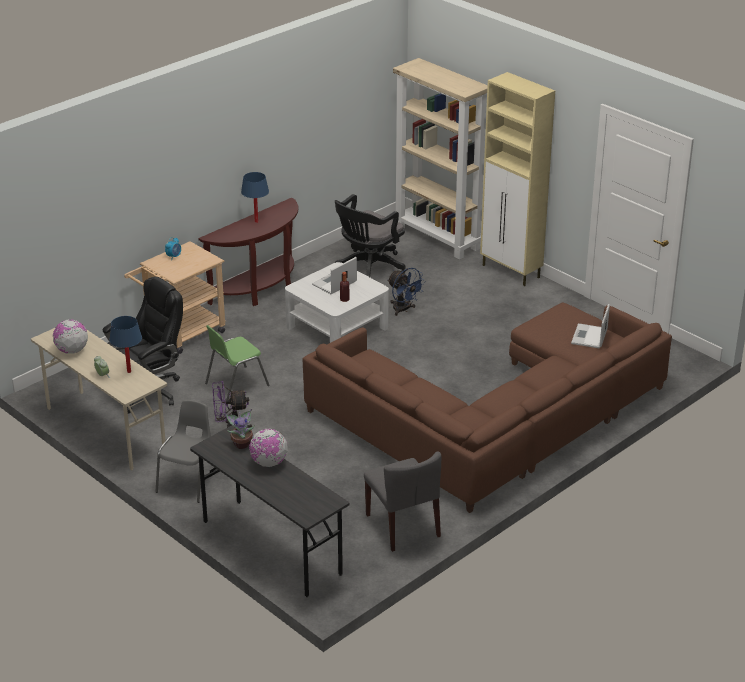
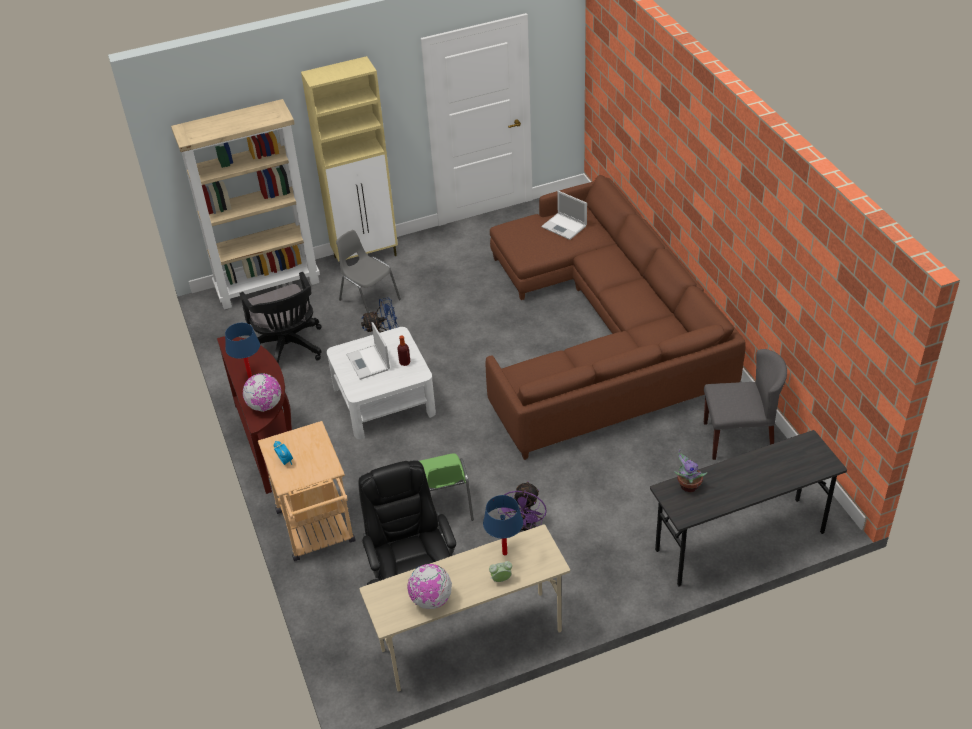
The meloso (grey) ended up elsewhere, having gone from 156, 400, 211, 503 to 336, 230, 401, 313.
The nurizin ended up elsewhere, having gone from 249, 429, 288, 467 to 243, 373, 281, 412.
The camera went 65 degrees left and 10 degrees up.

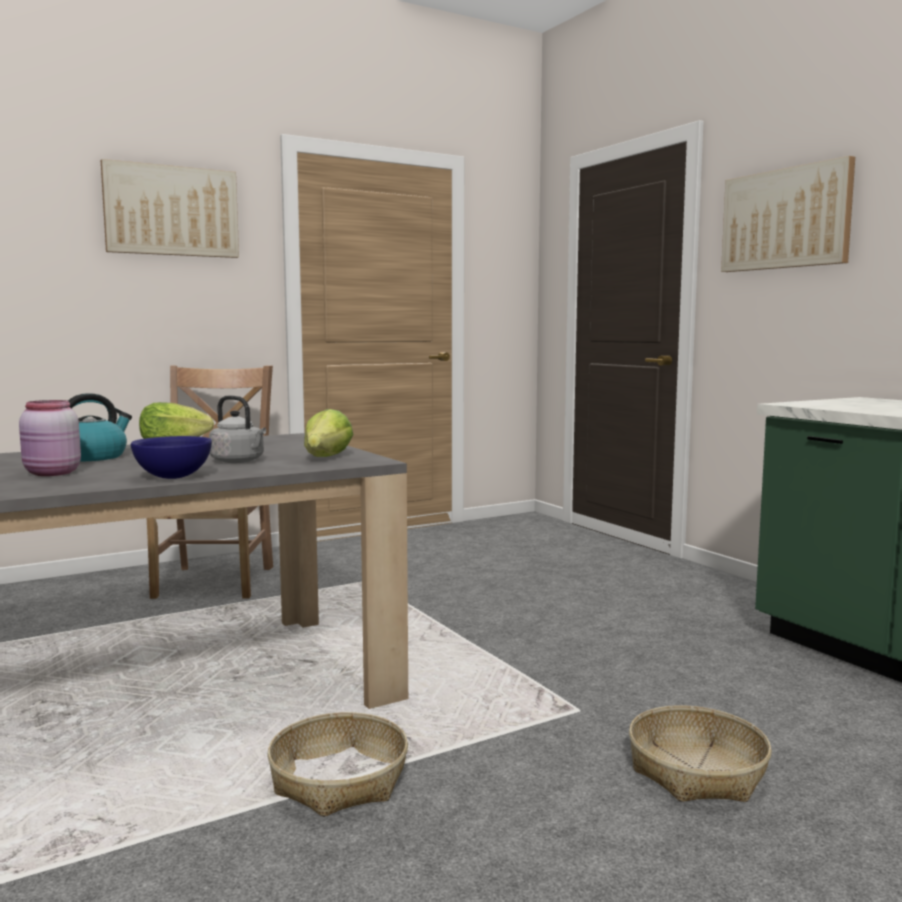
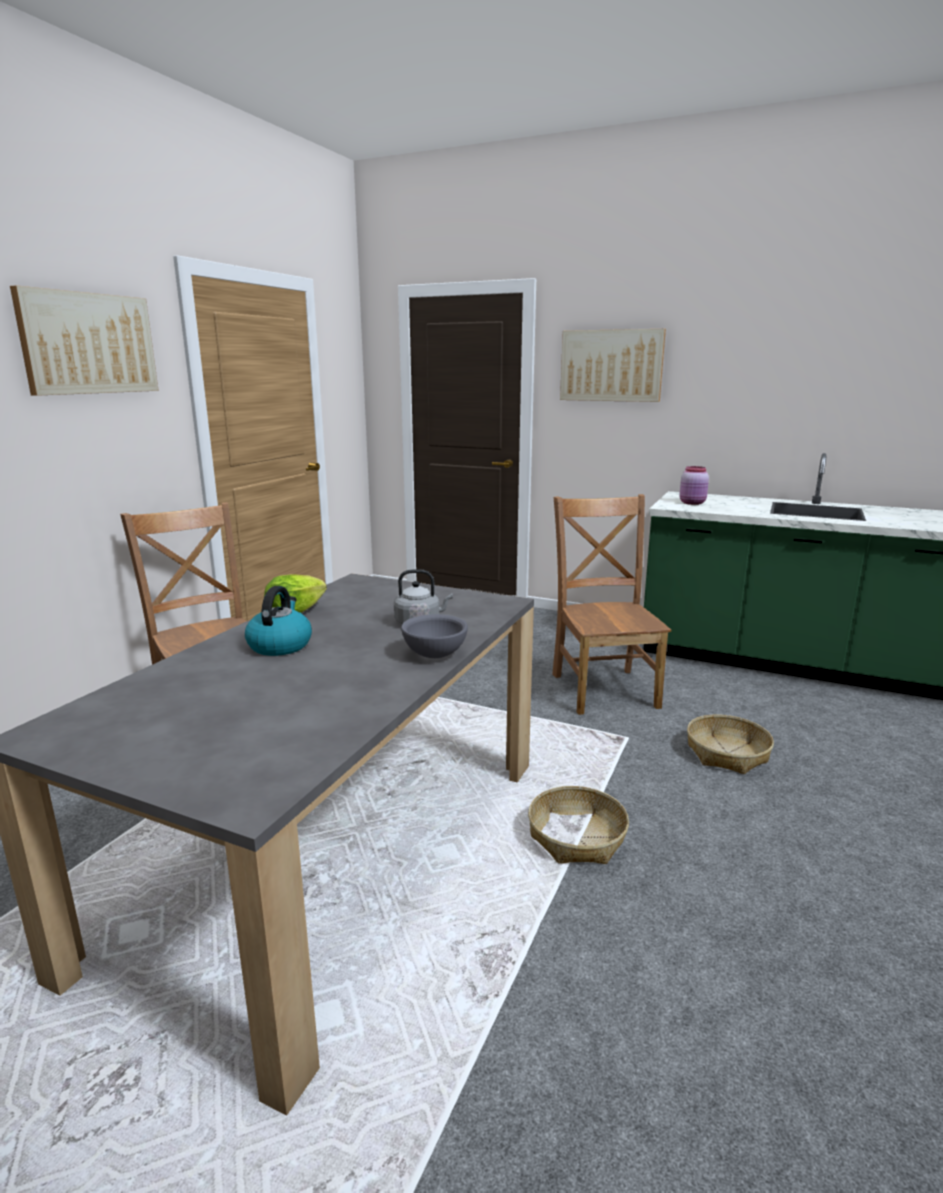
The second view lost the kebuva at 304, 409, 353, 457.
The second view gained the meloso (brown) at 552, 494, 671, 715.
The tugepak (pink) ended up elsewhere, having gone from 19, 400, 81, 476 to 679, 466, 709, 505.
What was the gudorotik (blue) at 131, 436, 212, 479 turned into the gudorotik (grey) at 401, 614, 468, 658.
The camera went 35 degrees left and 10 degrees up.

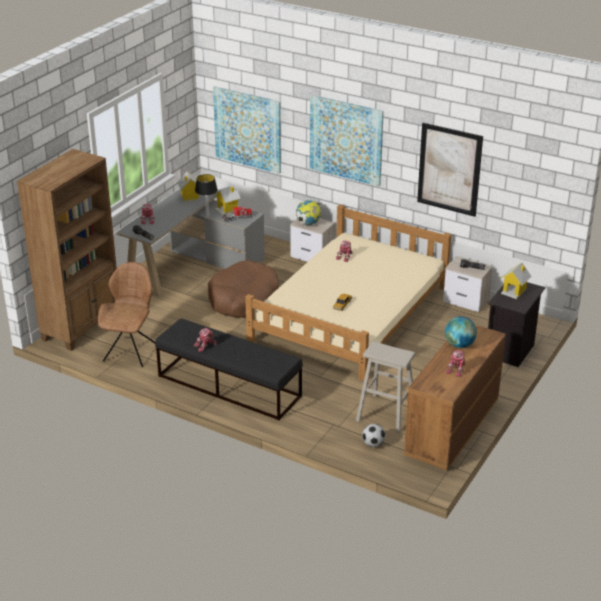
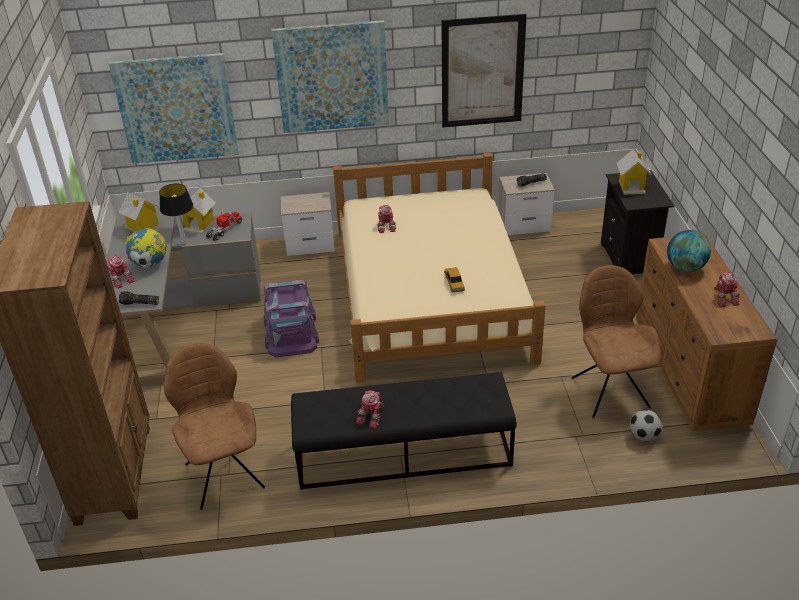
The nurizin ended up elsewhere, having gone from 296, 200, 321, 225 to 125, 228, 167, 268.
Where the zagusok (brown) stood at 208, 260, 279, 318, the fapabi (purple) came to stand at 264, 280, 319, 357.
Where the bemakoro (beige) stood at 356, 342, 415, 433, the meloso (brown) came to stand at 572, 265, 661, 418.
The camera went 35 degrees left and 5 degrees up.

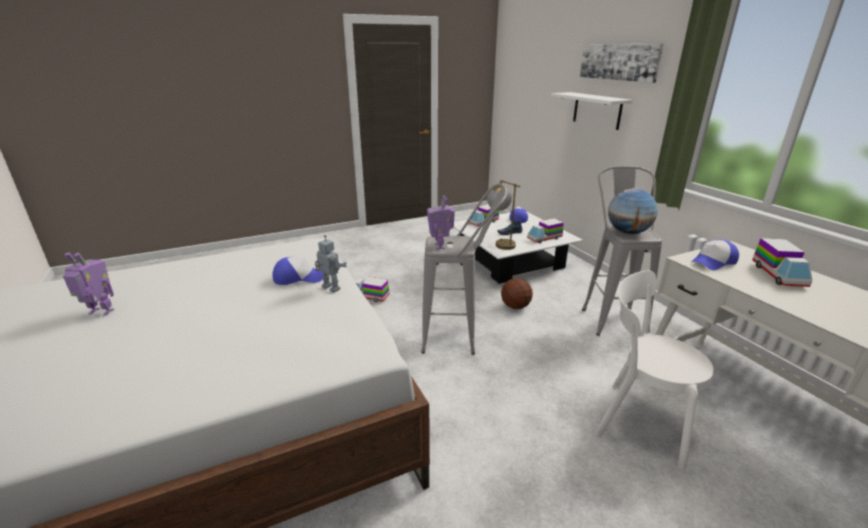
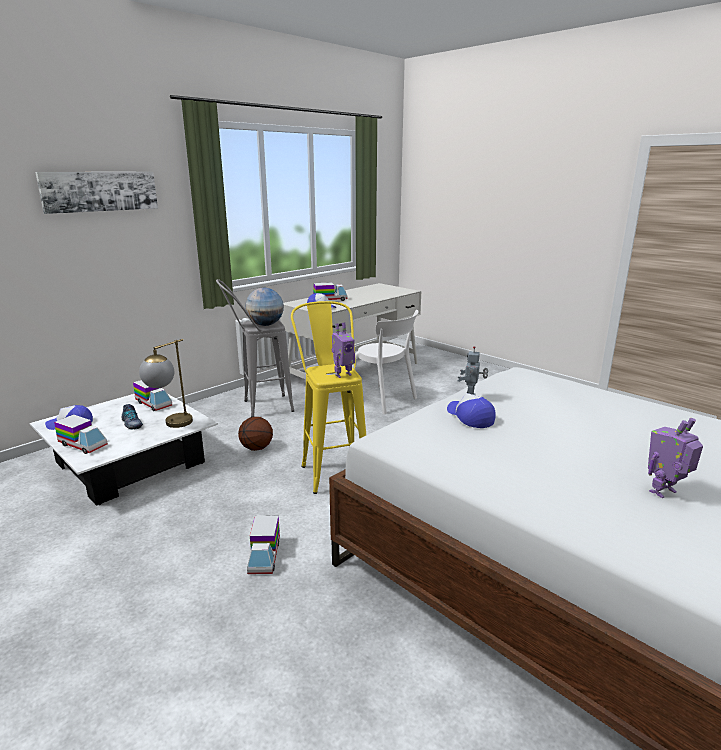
The second view lost the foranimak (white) at 551, 92, 633, 130.
What was the bemakoro (grey) at 421, 183, 507, 355 turned into the bemakoro (yellow) at 291, 301, 366, 494.
The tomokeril at 63, 252, 114, 316 ended up facing another way, 75 degrees clockwise from before.
The meloso (white) at 594, 270, 713, 470 ended up facing another way, 60 degrees counterclockwise from before.
The camera went 110 degrees left and 5 degrees down.

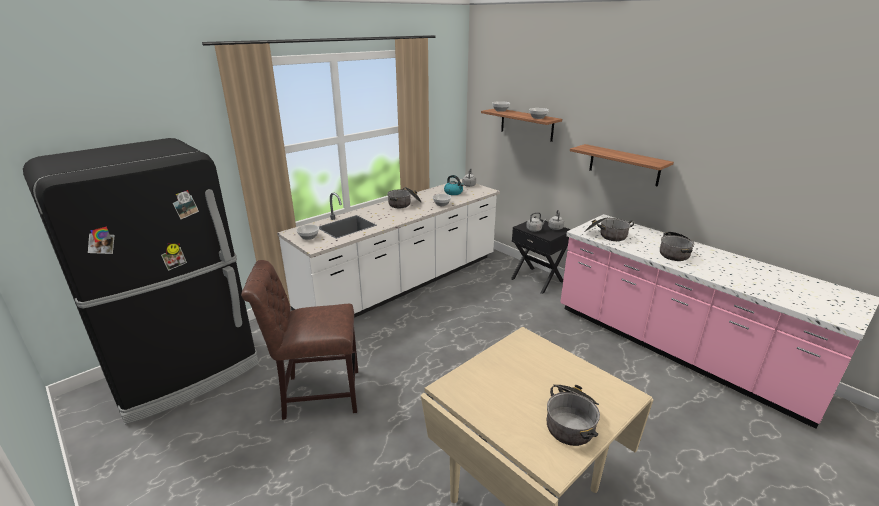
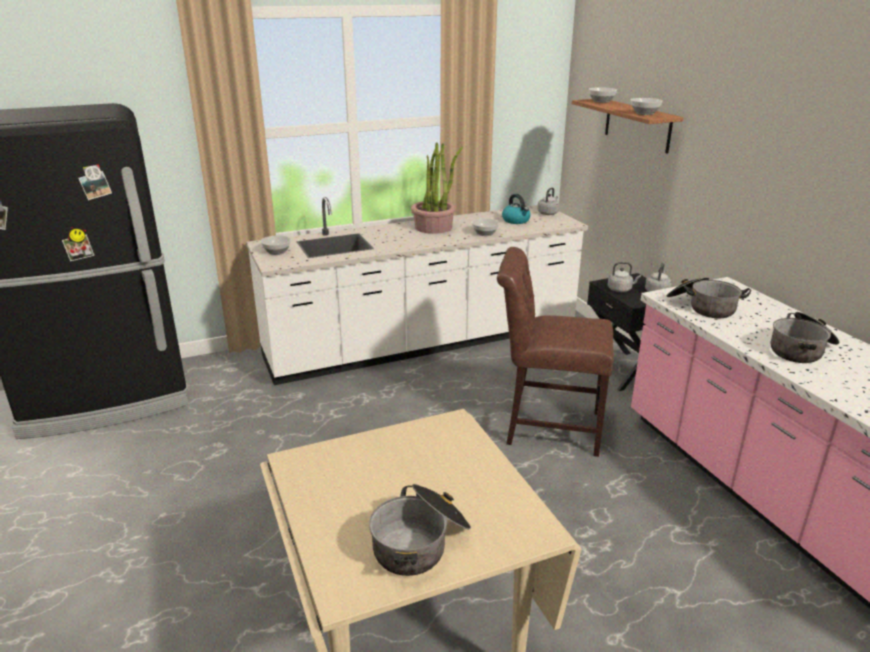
The second view lost the foranimak at 570, 144, 674, 187.
The meloso (brown) ended up elsewhere, having gone from 241, 260, 358, 420 to 497, 247, 614, 457.
Where the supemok stood at 387, 187, 422, 208, the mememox came to stand at 411, 142, 463, 234.
The camera went 20 degrees right and 0 degrees up.

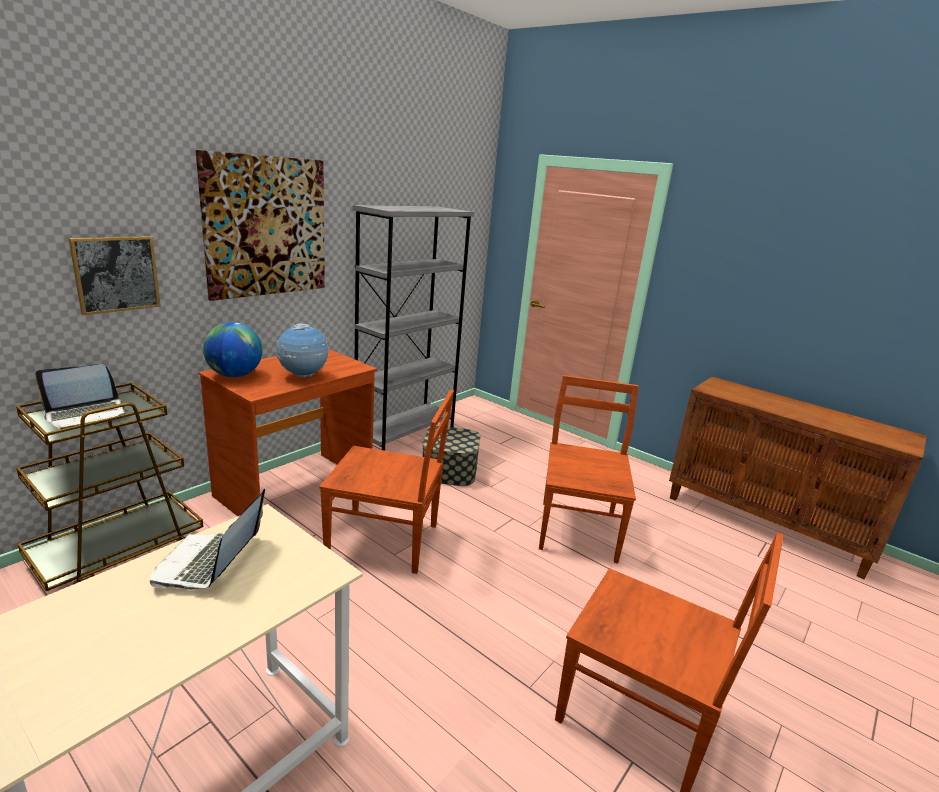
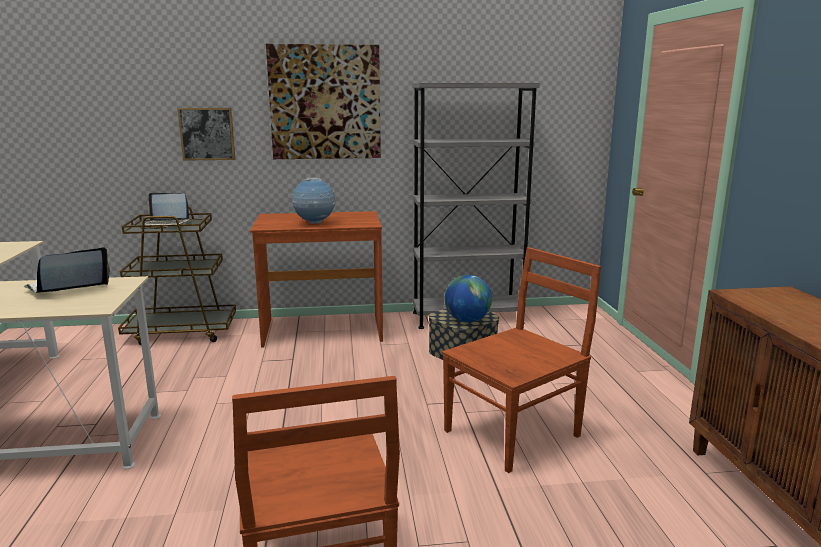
The second view lost the meloso (brown) at 319, 389, 454, 574.
The nurizin ended up elsewhere, having gone from 203, 322, 262, 377 to 444, 275, 492, 322.
The camera went 45 degrees right and 5 degrees down.

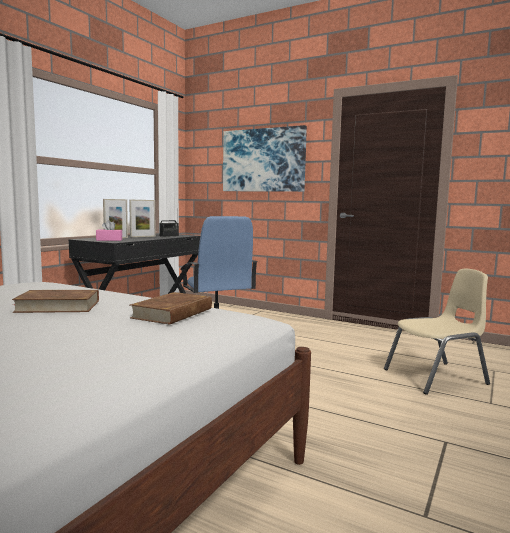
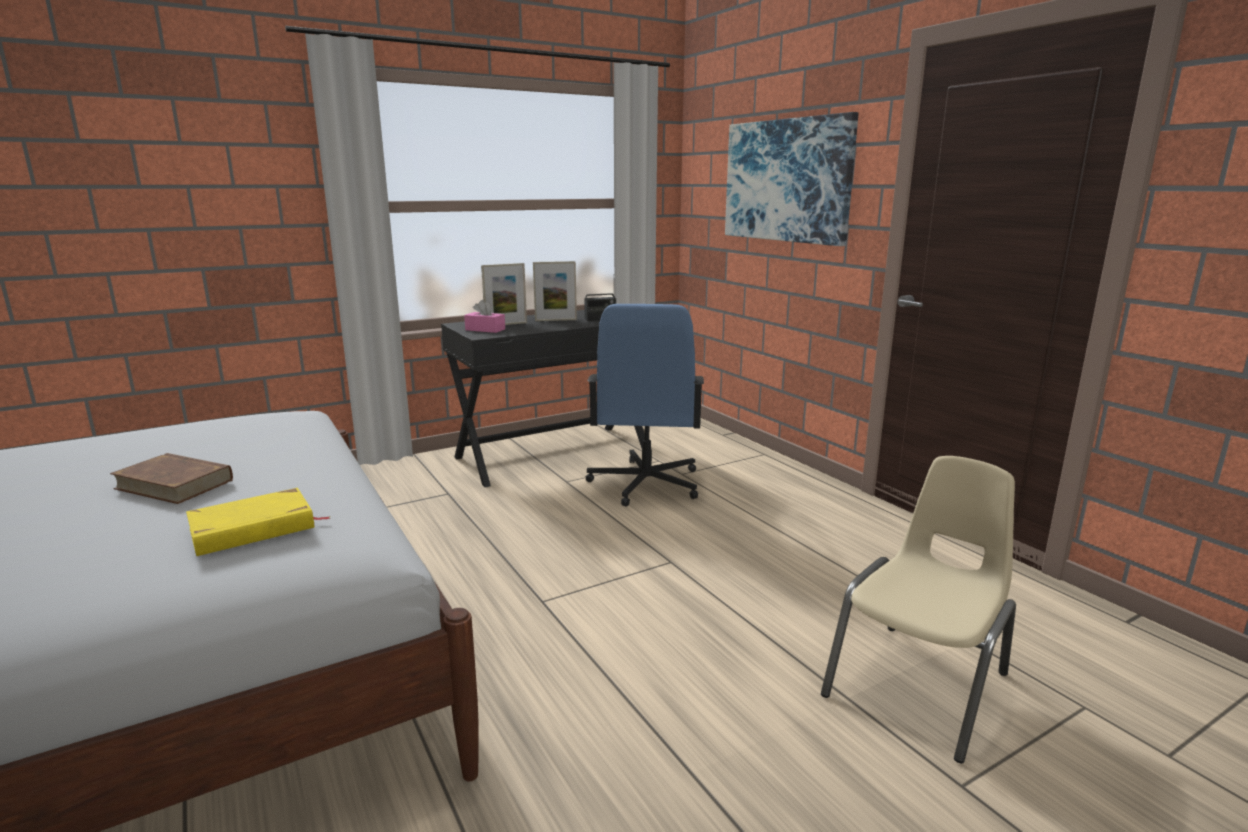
What was the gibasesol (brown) at 130, 292, 212, 325 turned into the gibasesol (yellow) at 186, 488, 330, 556.
The meloso (beige) at 384, 269, 490, 395 ended up facing another way, 60 degrees counterclockwise from before.
The camera went 30 degrees right and 10 degrees up.

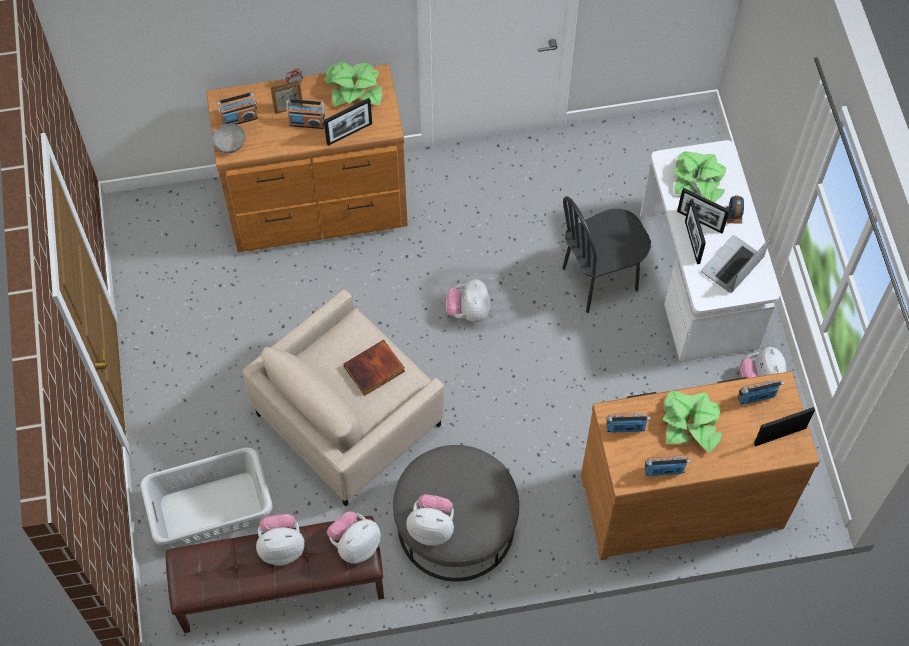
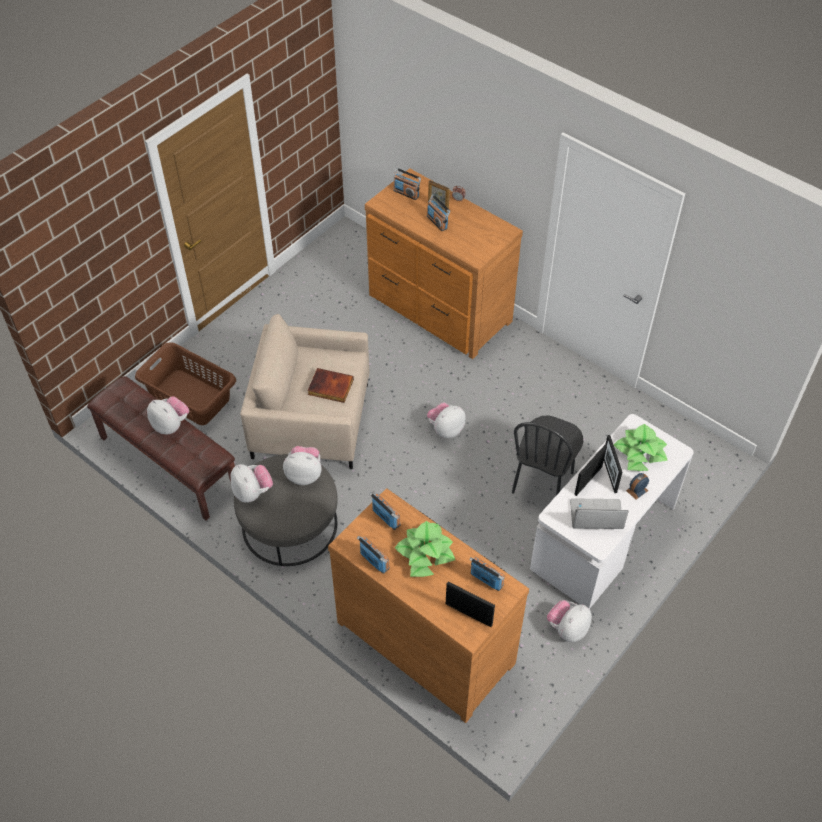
The second view lost the gudorotik (grey) at 212, 124, 246, 153.
The second view lost the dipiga at 324, 98, 372, 146.
The second view lost the mememox at 325, 62, 382, 107.
The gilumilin ended up elsewhere, having gone from 327, 511, 381, 564 to 283, 446, 321, 485.
What was the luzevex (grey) at 141, 447, 272, 548 turned into the luzevex (brown) at 135, 342, 236, 425.
The meloso (black) at 562, 196, 651, 313 ended up facing another way, 90 degrees counterclockwise from before.
The camera went 50 degrees right and 10 degrees down.

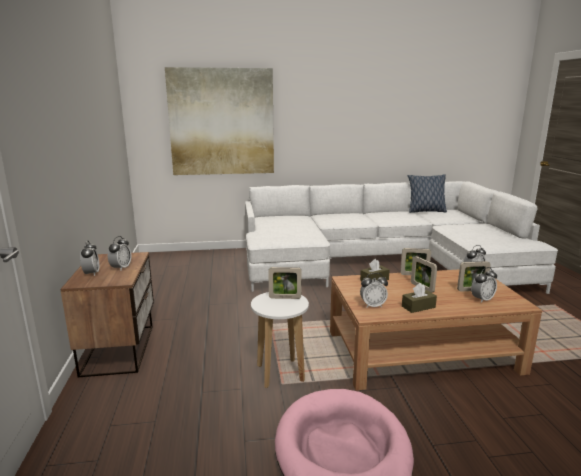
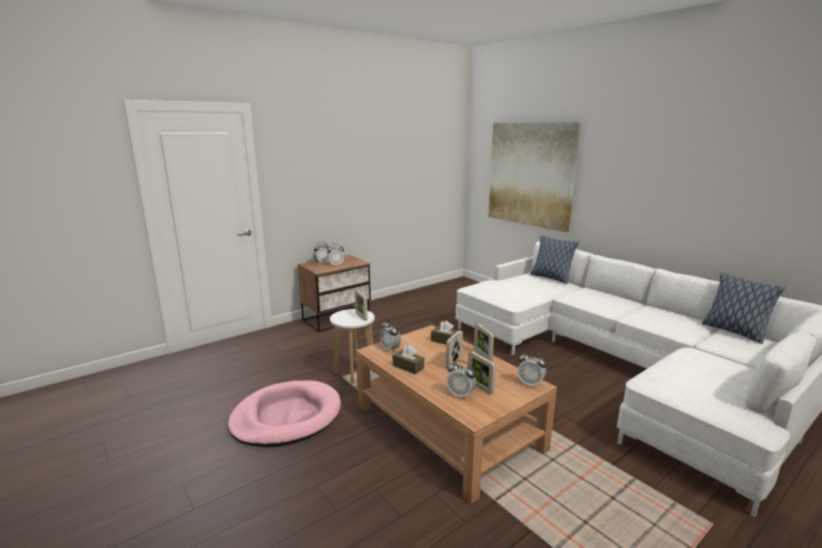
The second view gained the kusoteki at 530, 235, 579, 284.
The camera went 60 degrees right and 0 degrees up.

